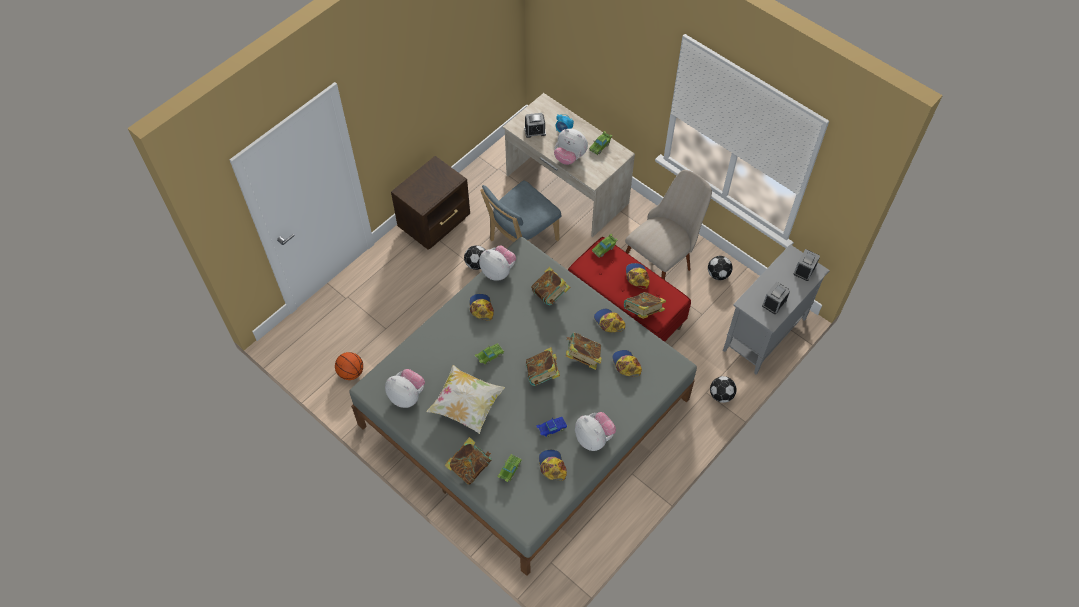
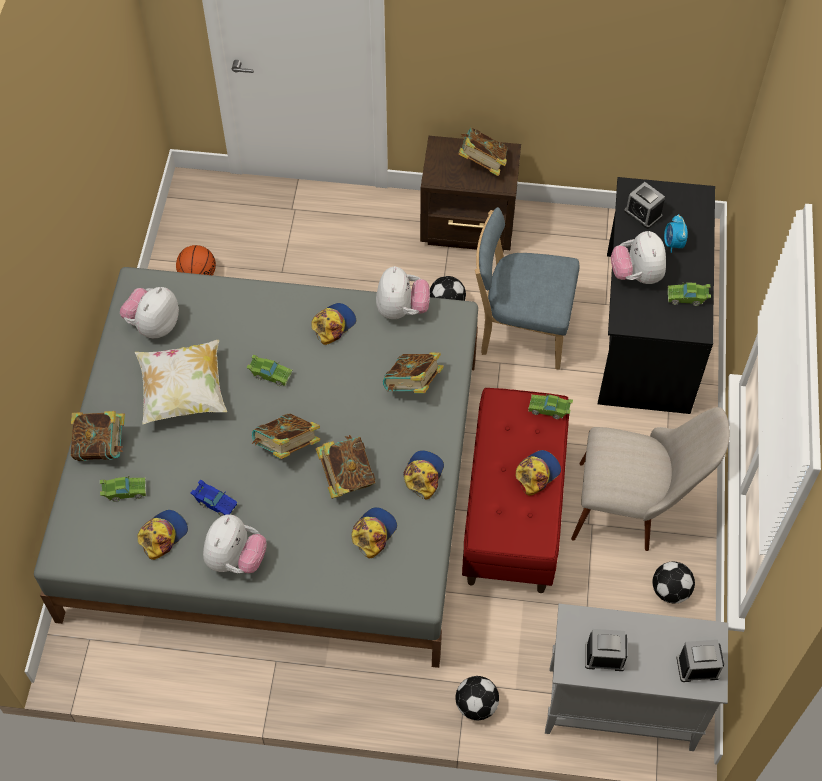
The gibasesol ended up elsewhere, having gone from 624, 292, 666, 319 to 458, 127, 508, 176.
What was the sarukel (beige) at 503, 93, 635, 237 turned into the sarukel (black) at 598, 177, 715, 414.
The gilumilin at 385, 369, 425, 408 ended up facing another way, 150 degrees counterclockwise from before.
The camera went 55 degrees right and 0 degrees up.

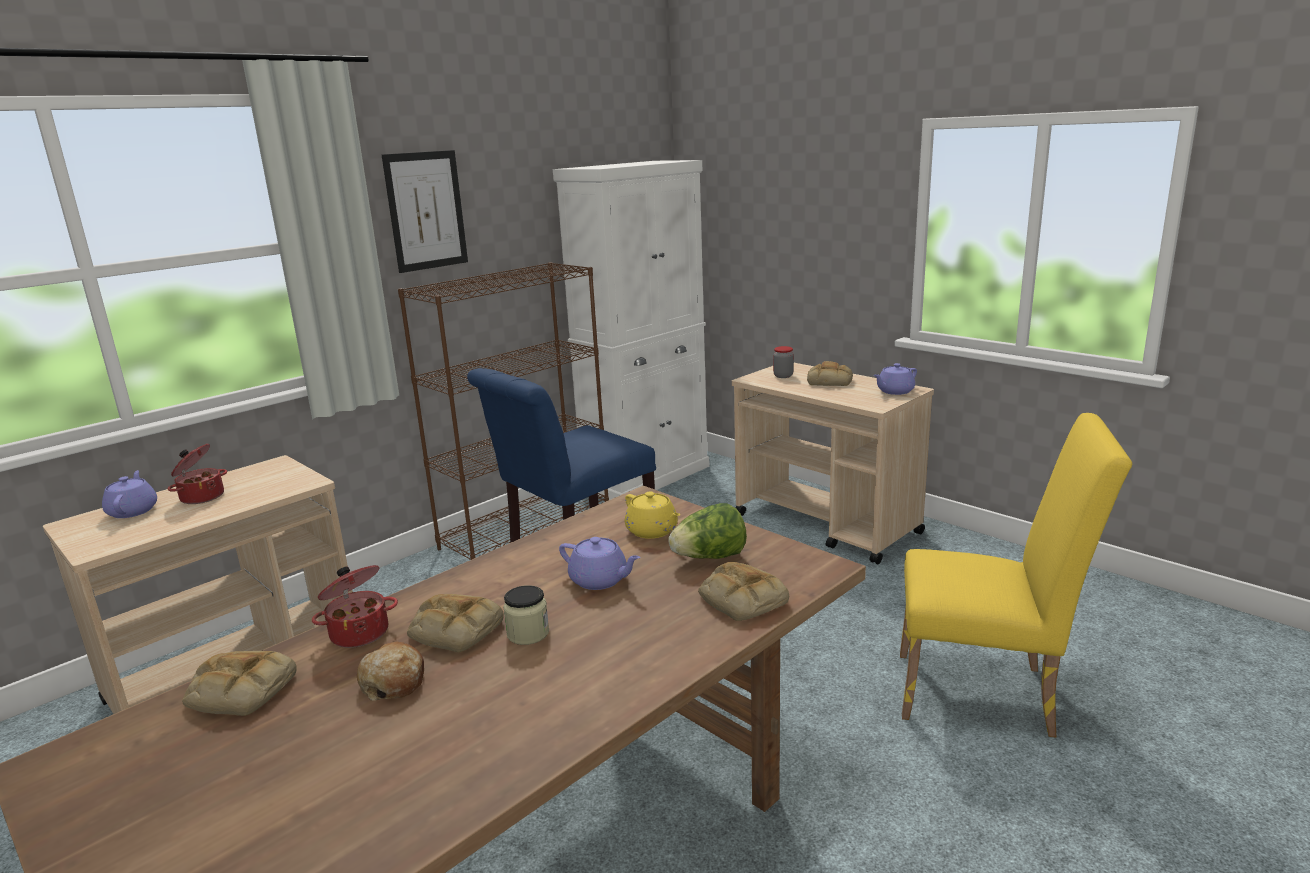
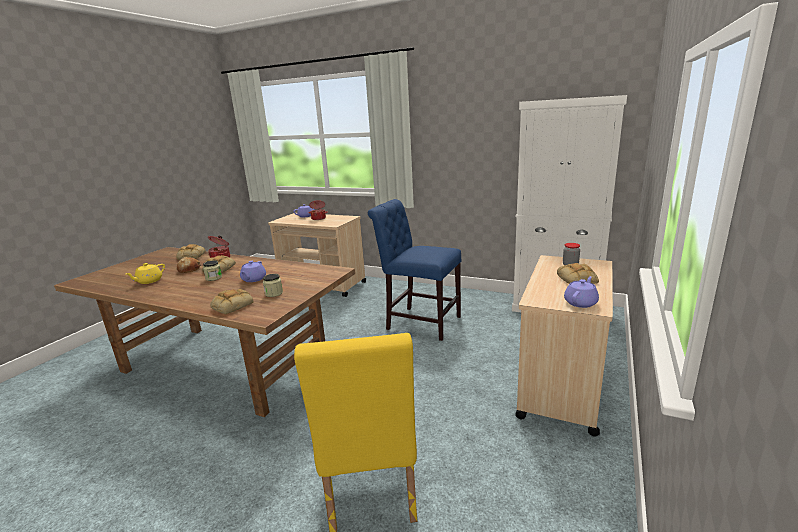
The second view lost the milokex at 382, 150, 468, 273.
The second view lost the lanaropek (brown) at 398, 262, 609, 560.
The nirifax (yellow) ended up elsewhere, having gone from 625, 492, 680, 539 to 126, 263, 165, 284.
Where the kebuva stood at 668, 503, 747, 559, the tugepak came to stand at 263, 274, 283, 297.
The nirifax (purple) at 874, 363, 917, 395 ended up facing another way, 90 degrees clockwise from before.
The camera went 70 degrees right and 0 degrees up.

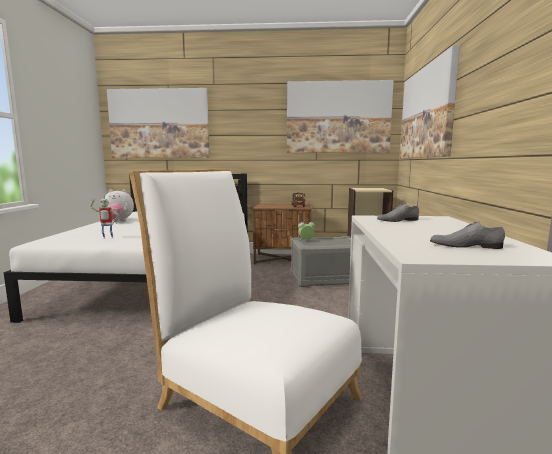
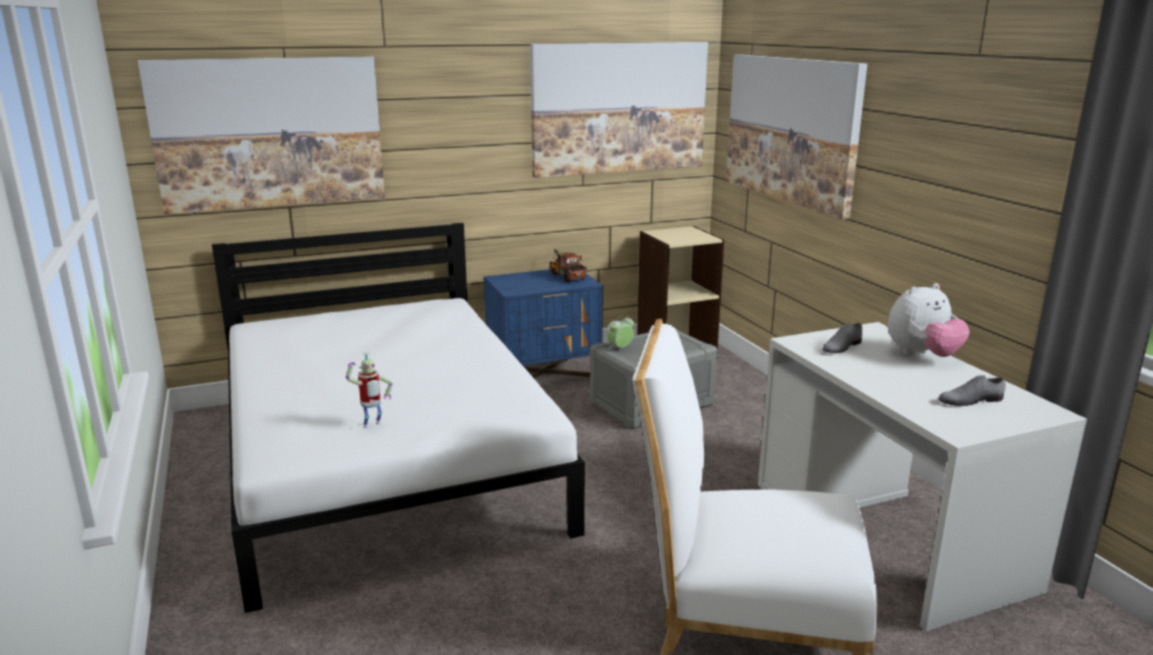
The gilumilin ended up elsewhere, having gone from 100, 189, 134, 221 to 888, 283, 970, 357.
What was the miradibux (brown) at 253, 204, 311, 264 turned into the miradibux (blue) at 483, 269, 603, 378.
The camera went 25 degrees left and 10 degrees up.

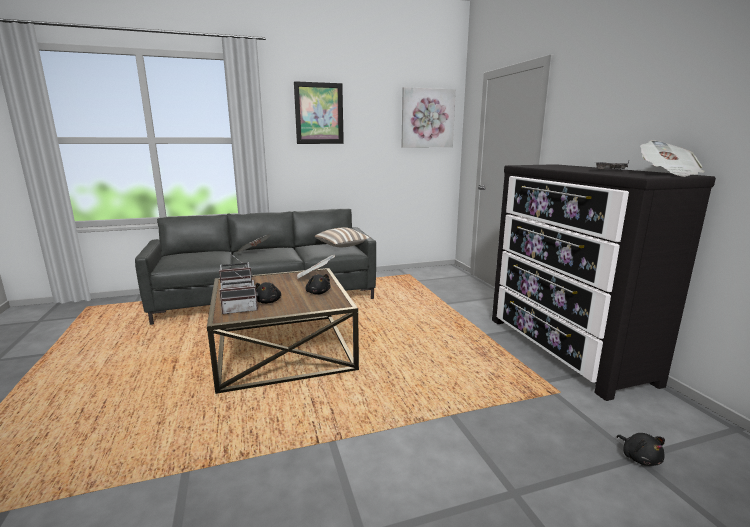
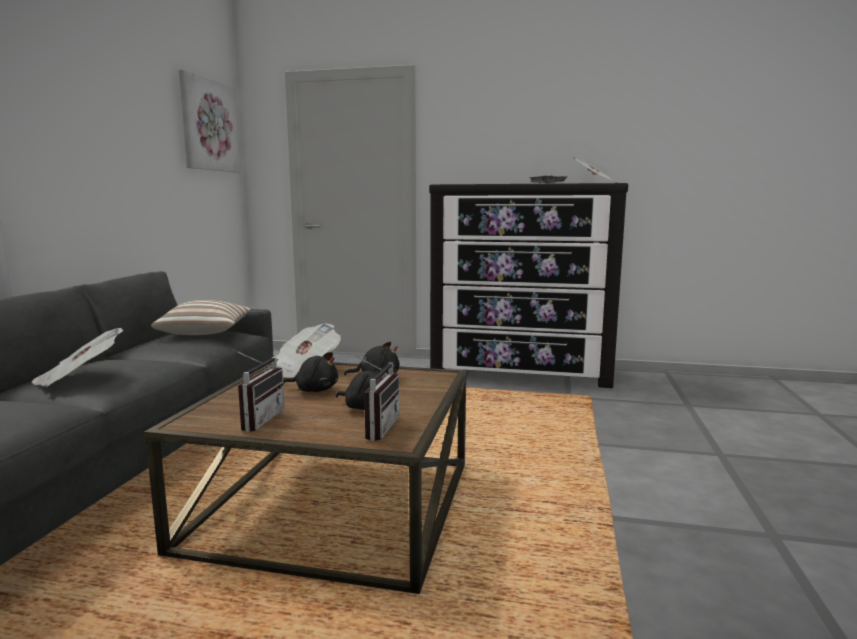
The second view lost the milokex at 294, 81, 344, 144.
The gilumilin (black) ended up elsewhere, having gone from 616, 433, 665, 466 to 283, 352, 338, 392.
The camera went 60 degrees left and 5 degrees down.

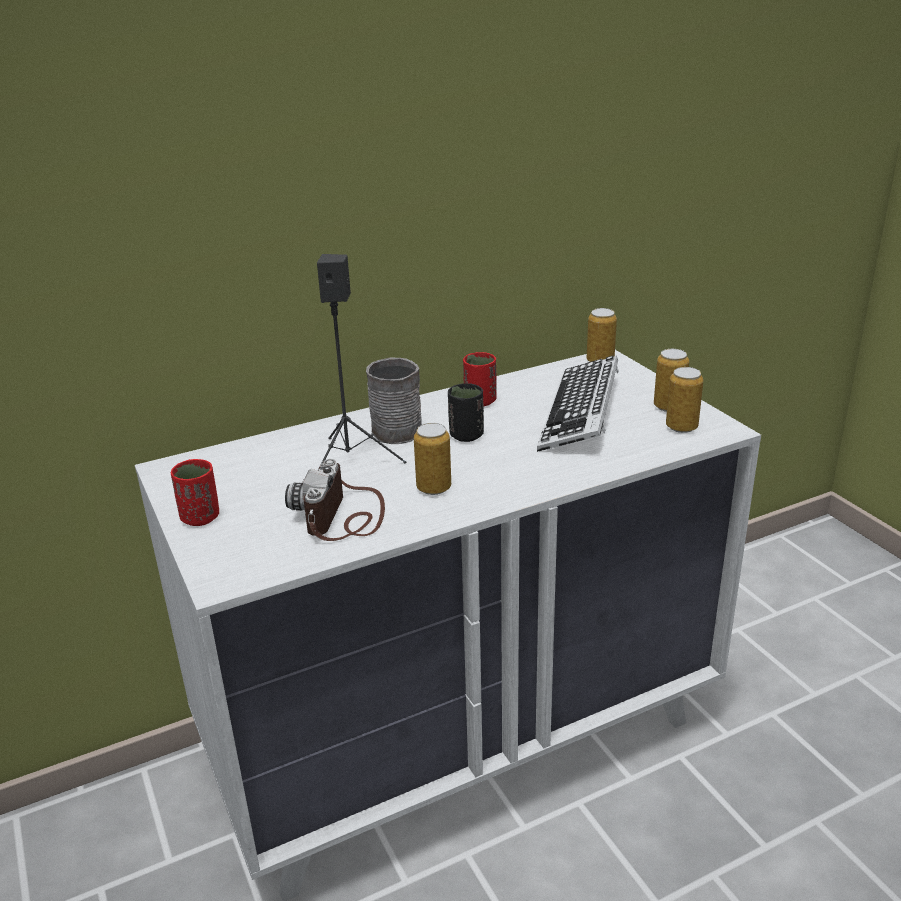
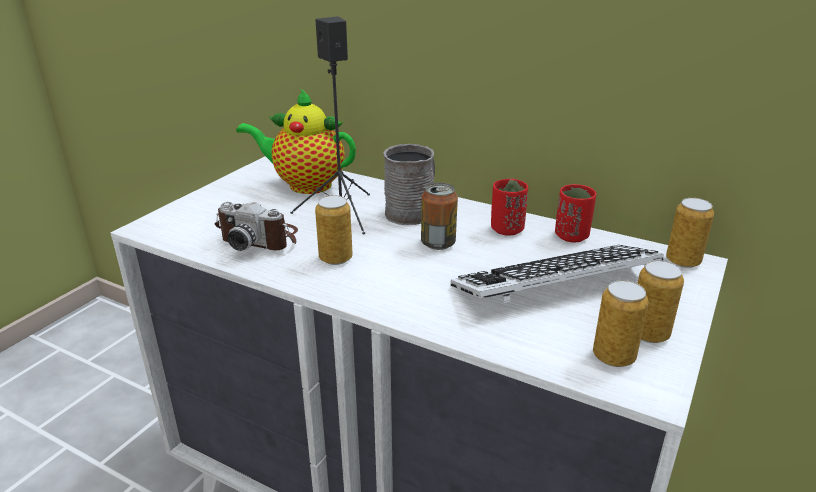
The second view gained the nirifax at 236, 88, 356, 194.
The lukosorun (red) ended up elsewhere, having gone from 171, 459, 219, 526 to 555, 184, 596, 242.
Where the lukosorun (black) stood at 448, 383, 484, 442, the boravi came to stand at 421, 183, 458, 250.
The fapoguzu at 285, 459, 385, 541 ended up facing another way, 135 degrees counterclockwise from before.
The camera went 55 degrees right and 0 degrees up.

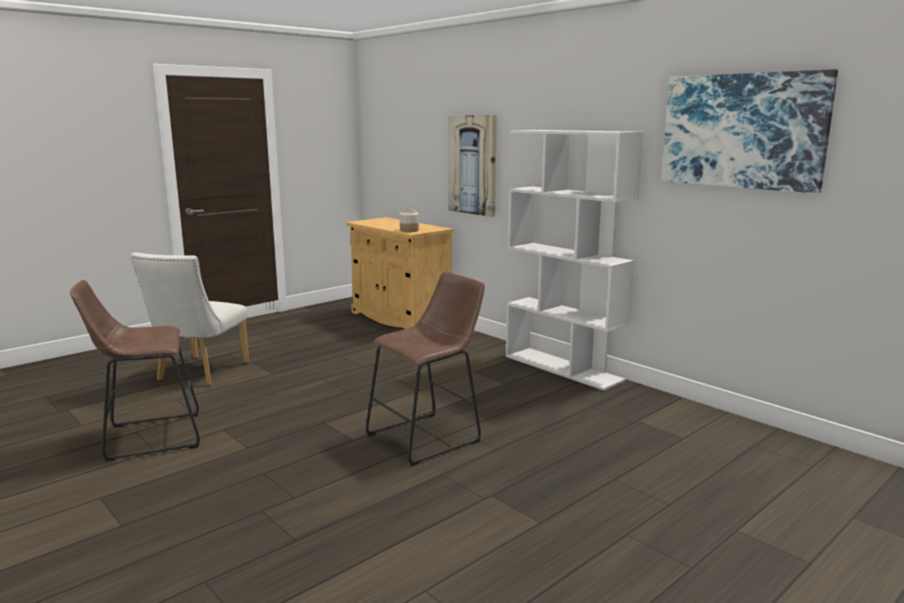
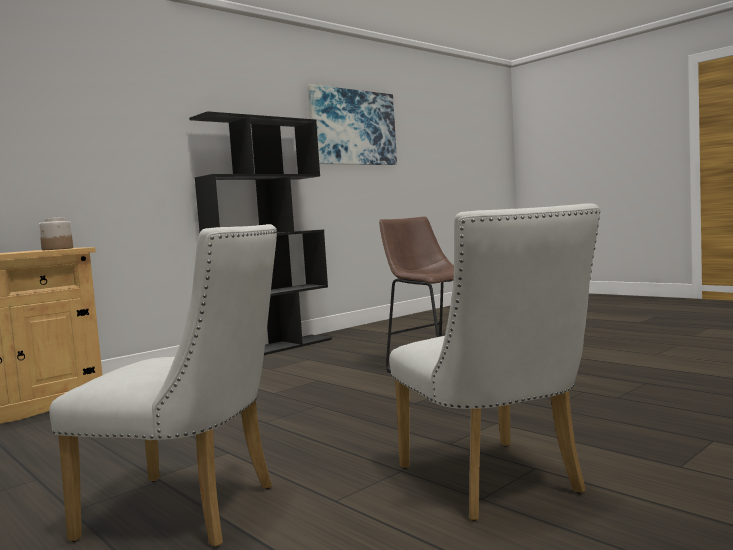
The second view lost the milokex at 448, 115, 497, 217.
Where the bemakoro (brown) stood at 70, 280, 200, 462, the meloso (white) came to stand at 389, 204, 600, 521.
What was the lanaropek (white) at 506, 130, 643, 390 turned into the lanaropek (black) at 189, 111, 332, 355.
The camera went 90 degrees left and 10 degrees down.

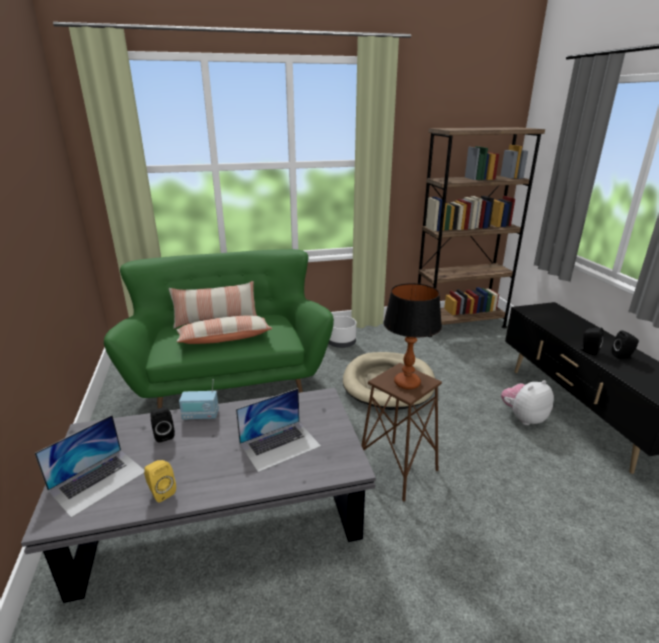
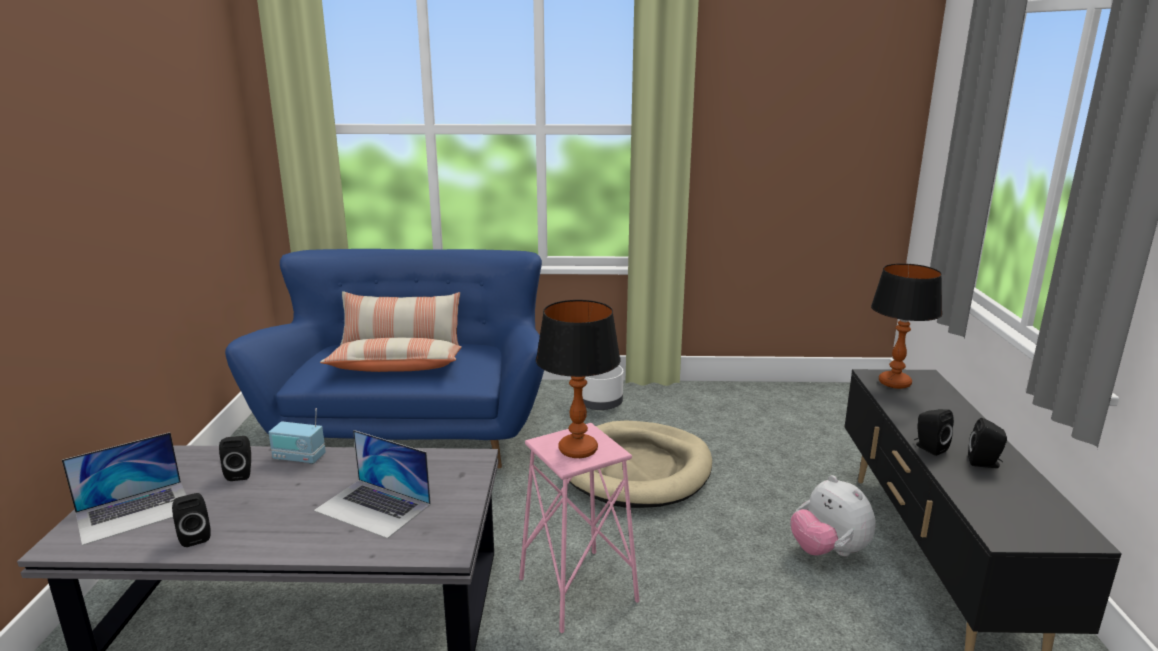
The second view lost the lanaropek (brown) at 418, 127, 545, 337.
The second view gained the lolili at 871, 263, 943, 389.
What was the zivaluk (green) at 104, 249, 334, 409 turned into the zivaluk (blue) at 225, 249, 544, 468.
What was the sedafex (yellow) at 144, 460, 176, 503 turned into the sedafex (black) at 172, 493, 211, 547.
What was the bemakoro (brown) at 361, 363, 442, 501 turned into the bemakoro (pink) at 519, 423, 639, 633.
The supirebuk at 236, 388, 321, 472 ended up facing another way, 45 degrees clockwise from before.
The gilumilin at 501, 380, 554, 425 ended up facing another way, 105 degrees counterclockwise from before.
The camera went 15 degrees right and 5 degrees down.

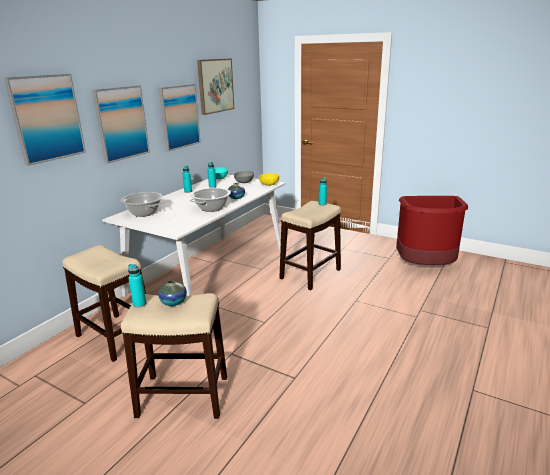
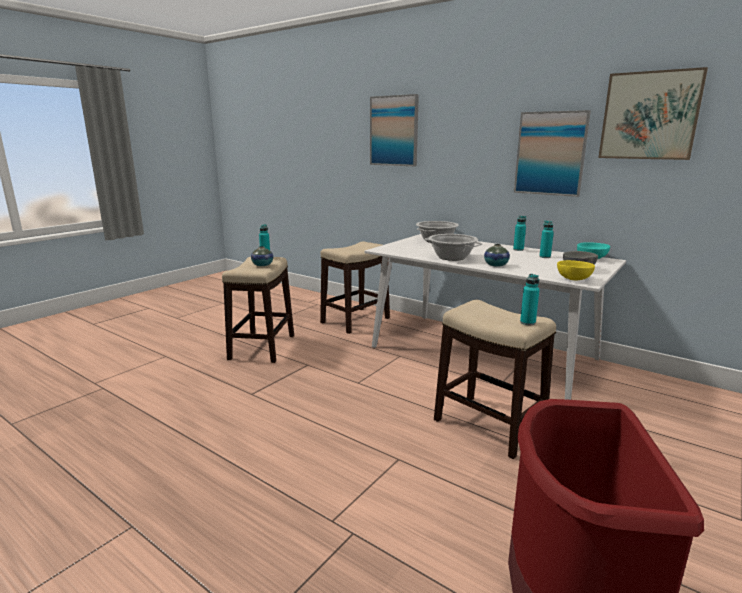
The second view lost the milokex at 92, 85, 150, 164.
The camera went 95 degrees right and 5 degrees down.

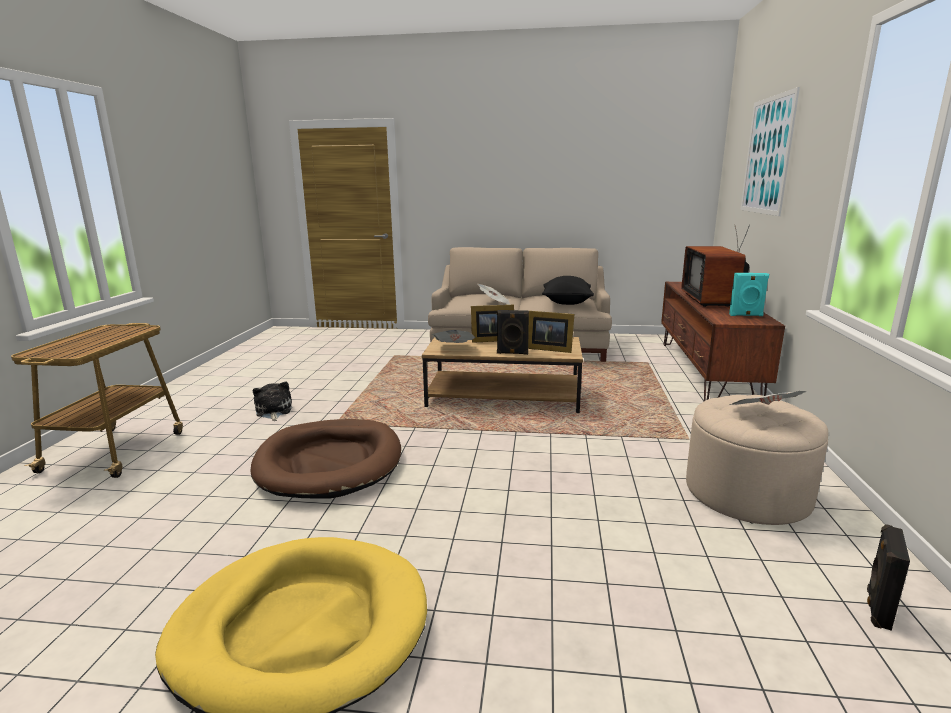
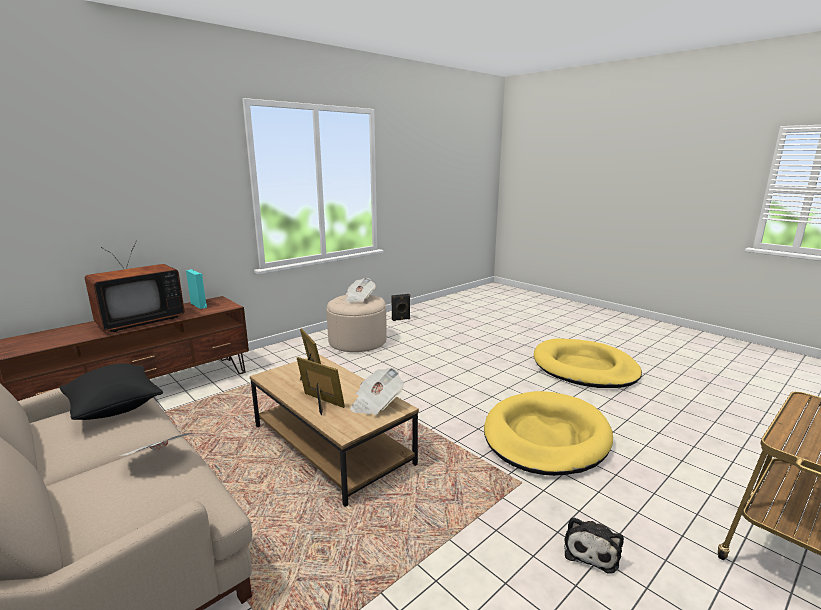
The second view lost the sedafex (black) at 497, 310, 529, 355.
The second view lost the milokex at 740, 87, 800, 216.
What was the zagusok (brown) at 250, 419, 401, 499 turned into the zagusok (yellow) at 484, 391, 613, 476.
The camera went 140 degrees left and 0 degrees up.

